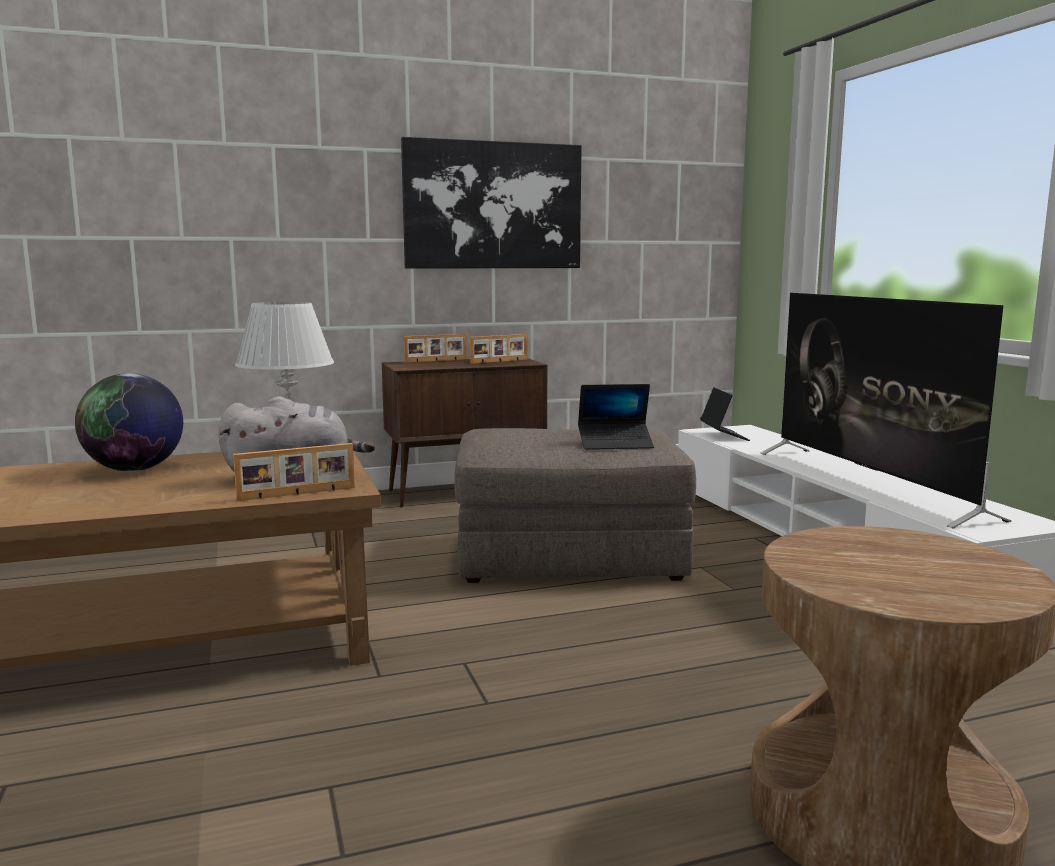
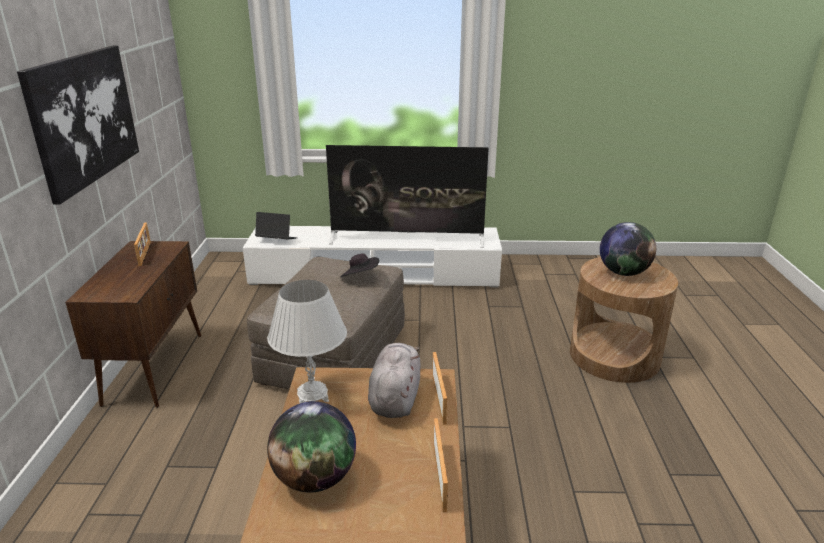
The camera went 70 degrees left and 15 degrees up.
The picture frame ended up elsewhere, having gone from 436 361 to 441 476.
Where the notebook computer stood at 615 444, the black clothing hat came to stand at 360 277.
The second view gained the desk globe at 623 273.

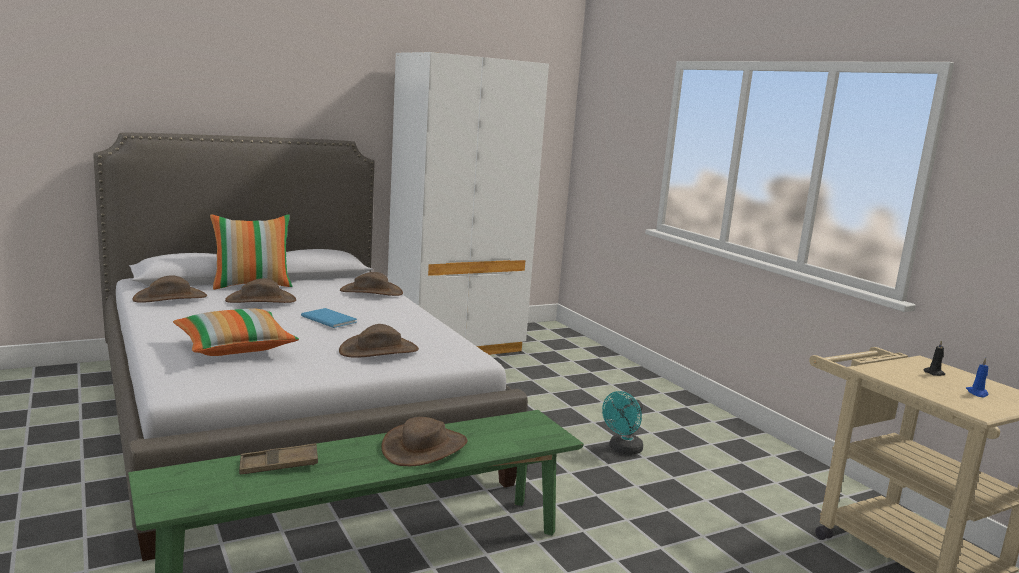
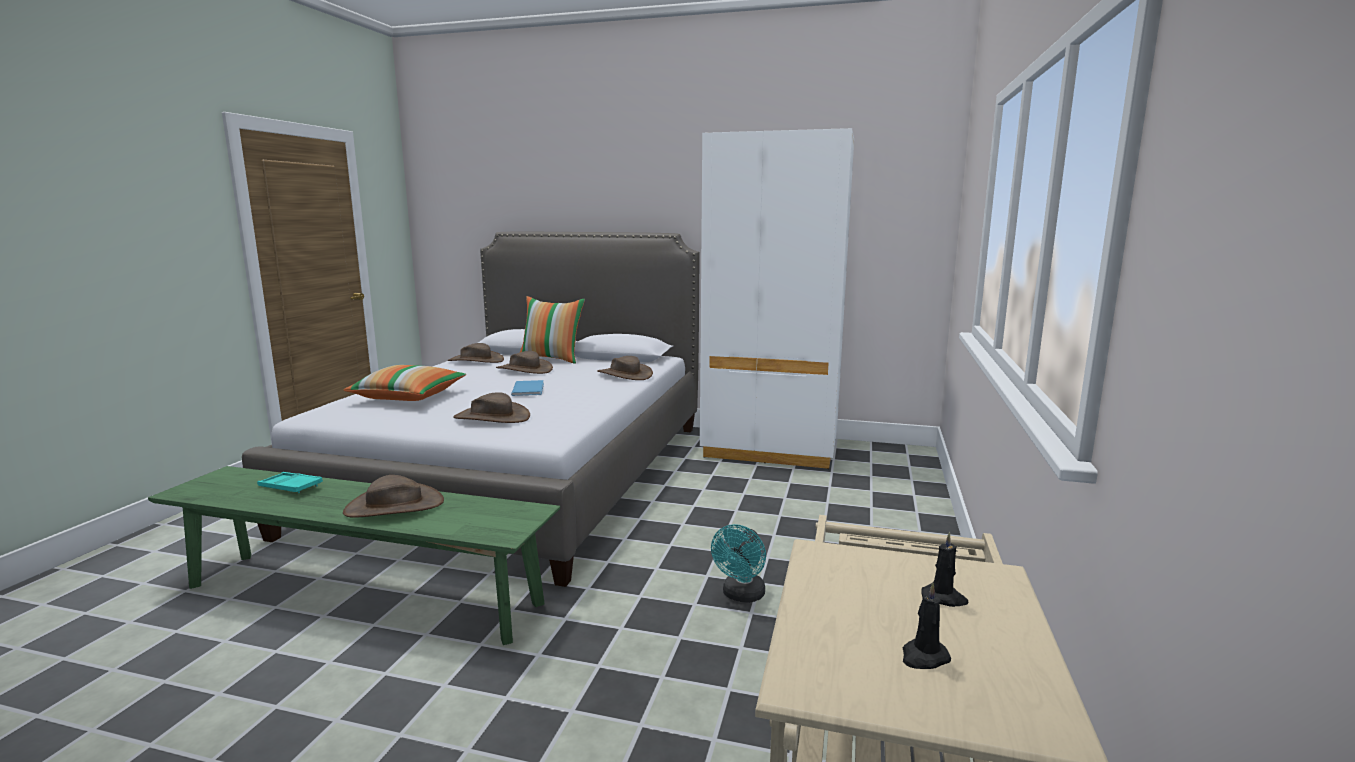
The camera went 45 degrees right and 0 degrees up.
What was the blue-coloured candle at 977 393 turned into the black candle at 924 657.
The blue-green fan at 622 450 ended up facing another way, 60 degrees counterclockwise from before.
What was the brownish tray at 279 465 turned into the blue-green tray at 290 487.

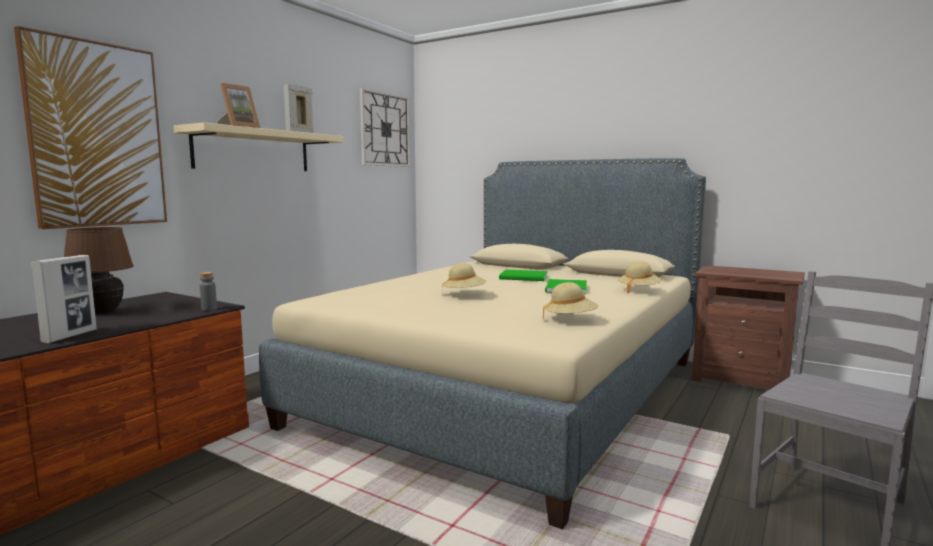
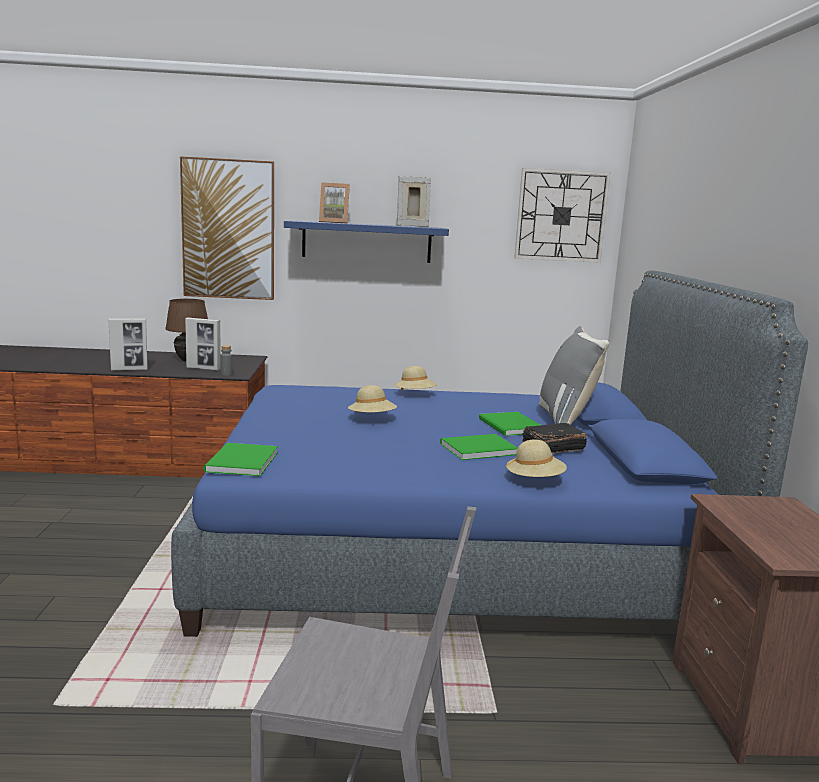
The camera went 55 degrees right and 5 degrees up.
What was the beige-coloured bracket shelf at 253 151 turned into the blue-coloured bracket shelf at 367 242.
What was the beige-coloured sleeping bed at 510 391 turned into the blue-coloured sleeping bed at 451 551.
The beige-coloured clothing hat ended up elsewhere, having gone from 569 319 to 415 395.
The second view gained the picture frame at 203 368.
The second view gained the grey cushion at 567 421.
The second view gained the black bound book at 552 449.
The second view gained the greenish bound book at 239 462.

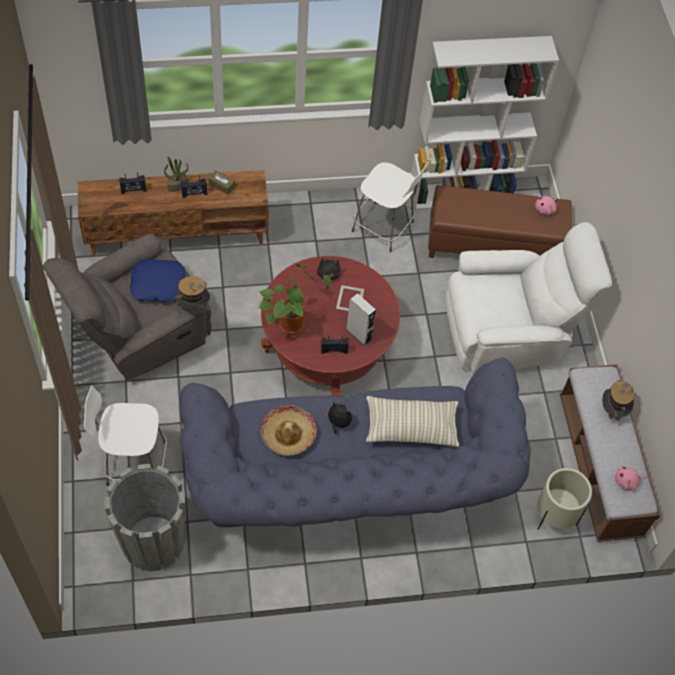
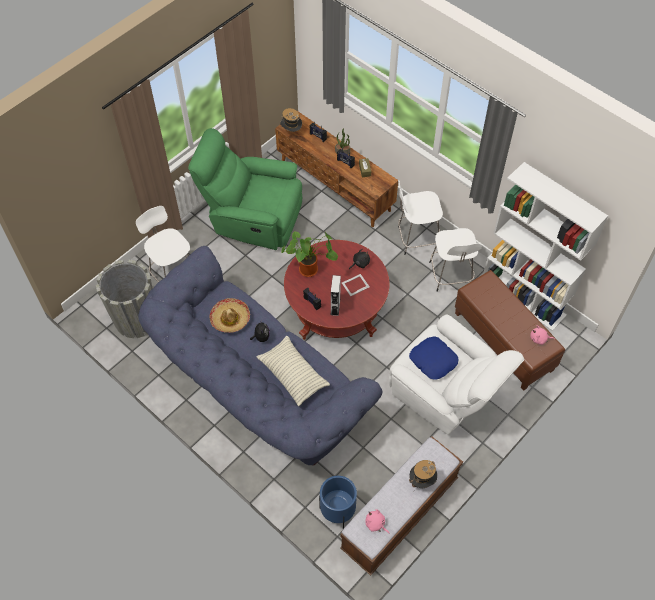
The camera went 55 degrees right and 0 degrees up.
What was the grey easy chair at 138 335 turned into the greenish easy chair at 253 218.
The blue-coloured cushion ended up elsewhere, having gone from 158 285 to 433 360.
The clothing hat ended up elsewhere, having gone from 193 306 to 291 131.
What was the beige-coloured planter at 554 517 turned into the blue-coloured planter at 337 512.
The second view gained the white-coloured sitting stool at 416 238.

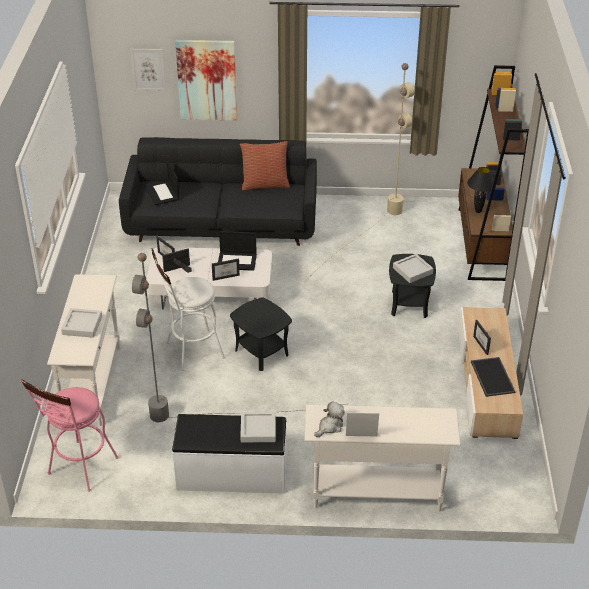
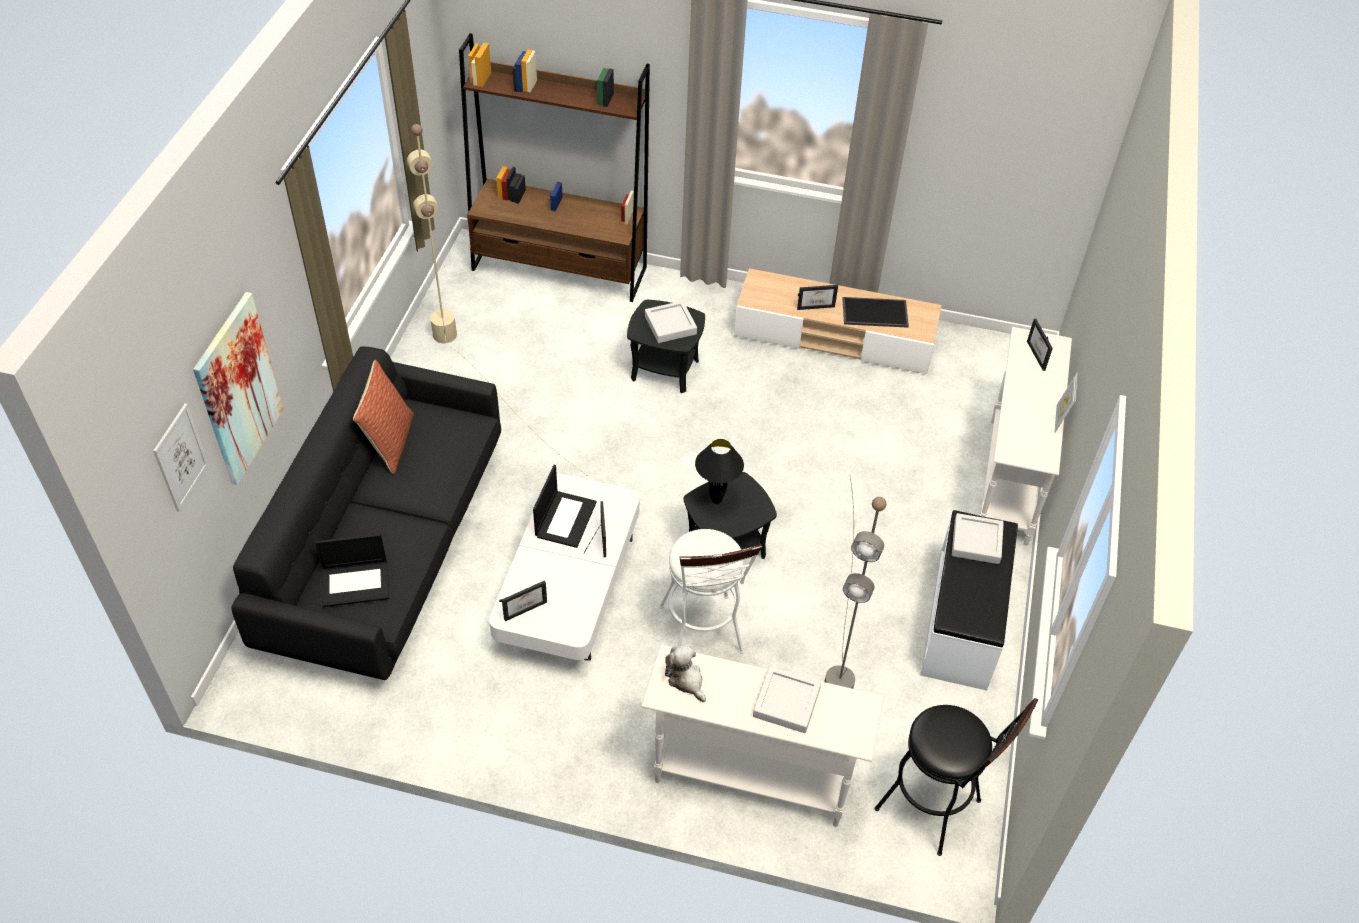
The camera went 80 degrees left and 10 degrees up.
The black tabletop lamp ended up elsewhere, having gone from 478 211 to 716 500.
The picture frame ended up elsewhere, having gone from 177 270 to 1040 356.
What was the pink-coloured sitting stool at 79 469 turned into the black sitting stool at 936 810.
The plush toy ended up elsewhere, having gone from 330 426 to 686 679.

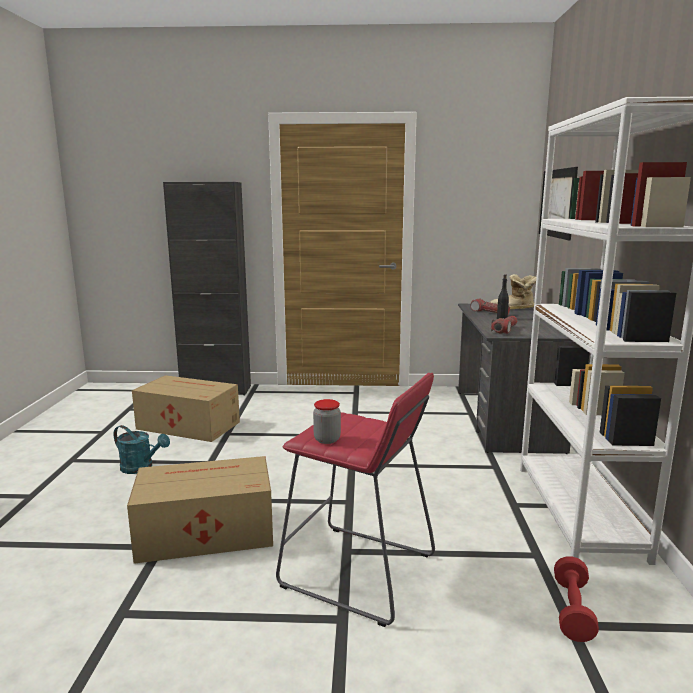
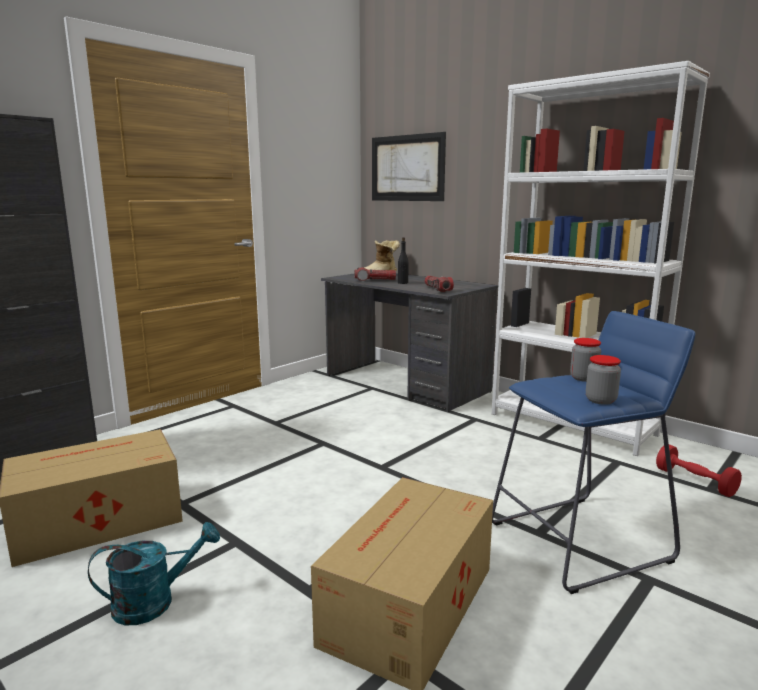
The camera went 50 degrees left and 0 degrees up.
What was the red-coloured sitting stool at 358 571 turned into the blue-coloured sitting stool at 579 541.
The second view gained the storage jar at 583 378.

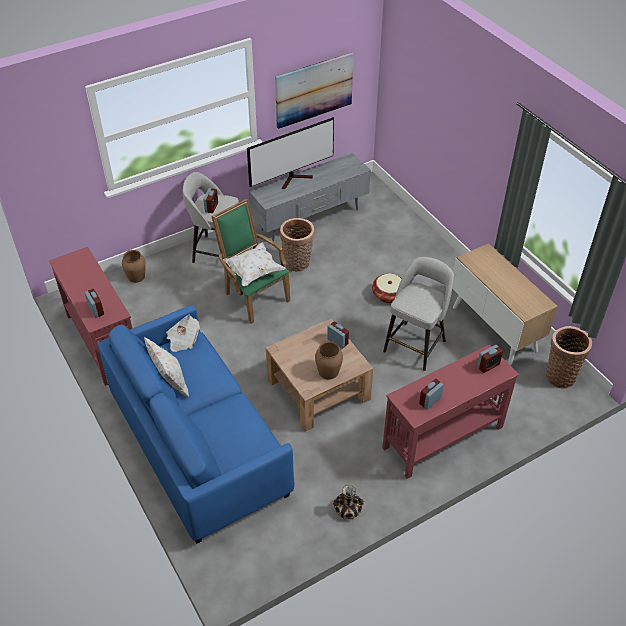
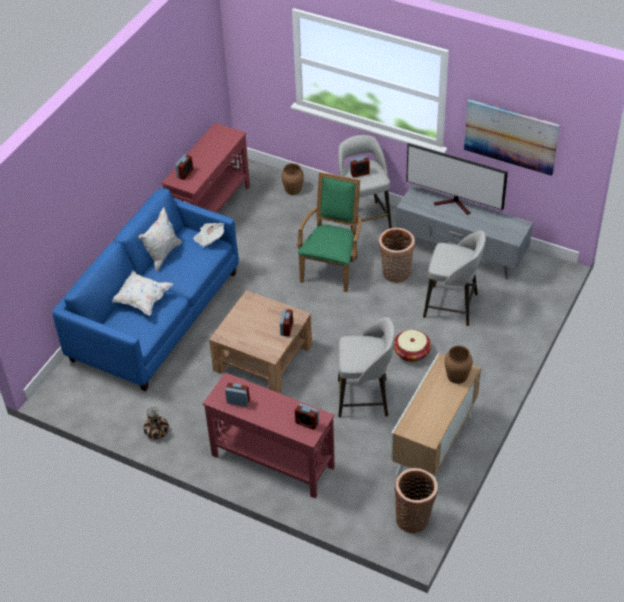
The camera went 60 degrees right and 0 degrees up.
The white-coloured cushion ended up elsewhere, having gone from 253 272 to 141 300.
The brownish vase ended up elsewhere, having gone from 328 371 to 457 375.
The second view gained the grey sitting stool at 452 306.

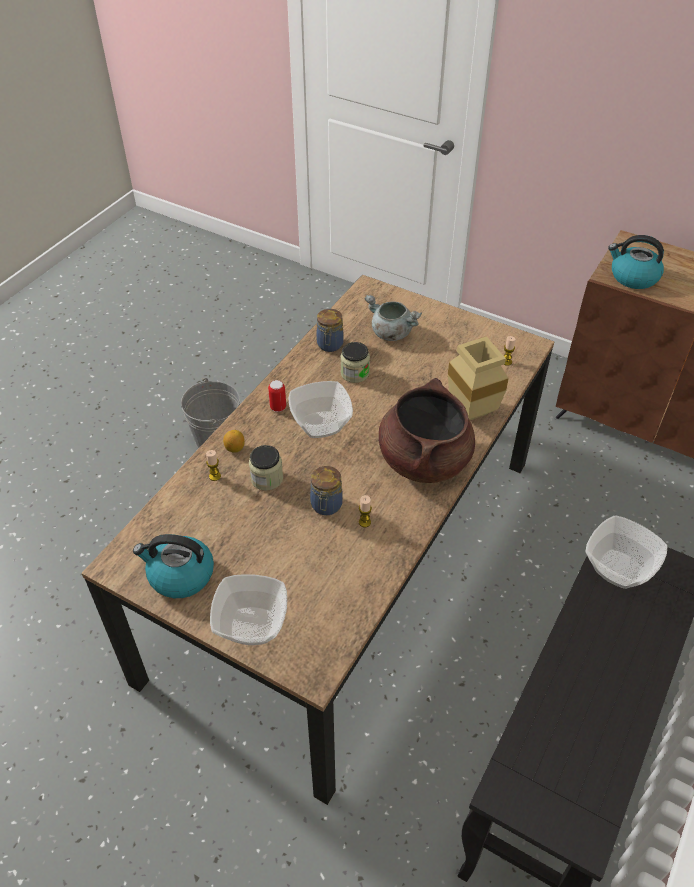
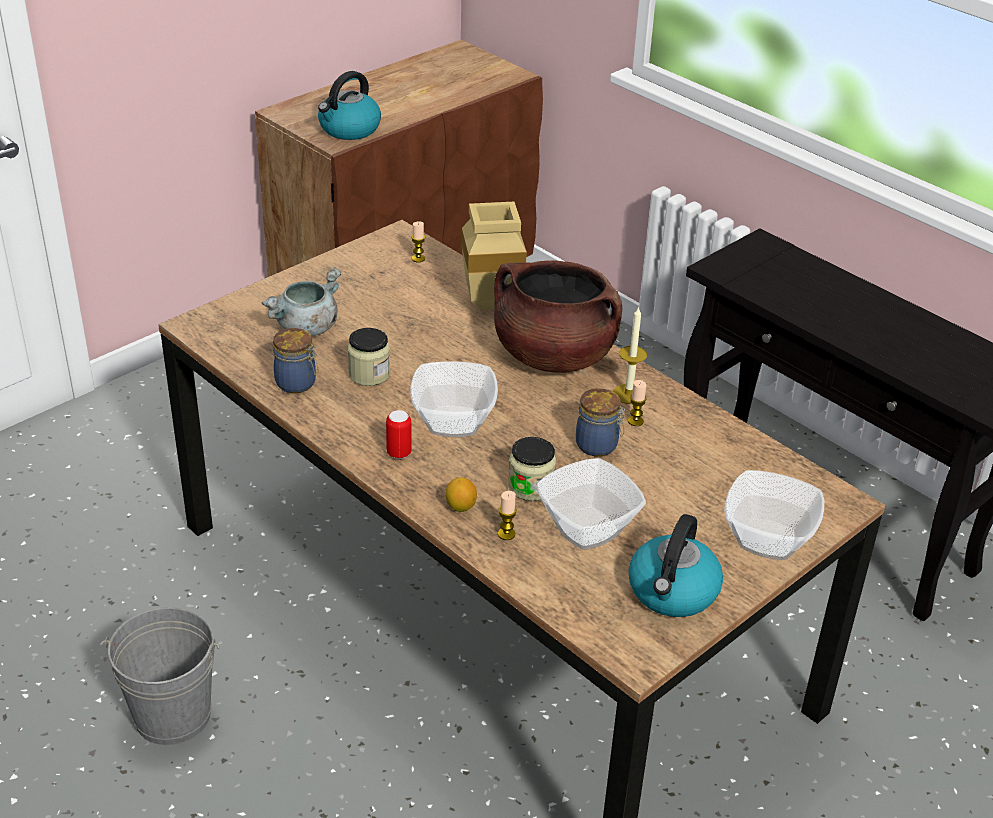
The camera went 75 degrees left and 10 degrees down.
The deep dish ended up elsewhere, having gone from 617 568 to 585 528.
The second view gained the candle at 628 394.

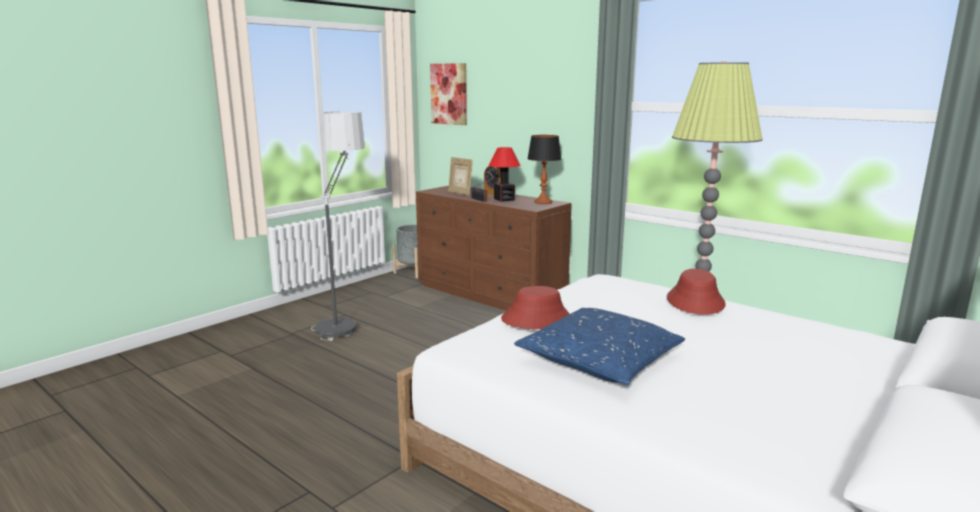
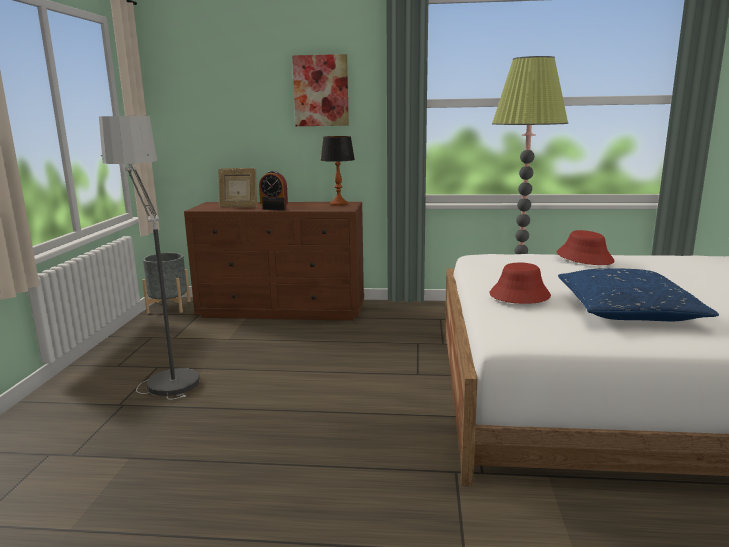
The camera went 35 degrees left and 0 degrees up.
The wall art ended up elsewhere, having gone from 449 94 to 321 91.
The second view lost the tabletop lamp at 504 199.

